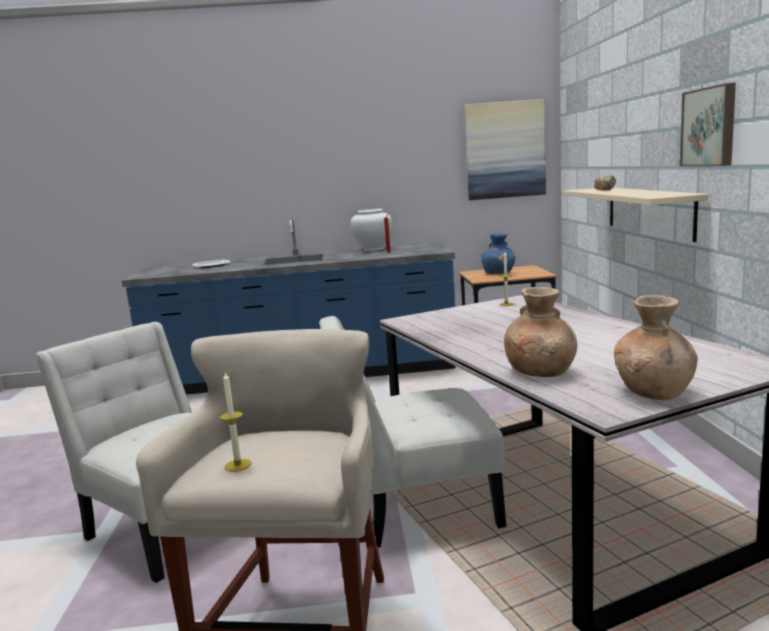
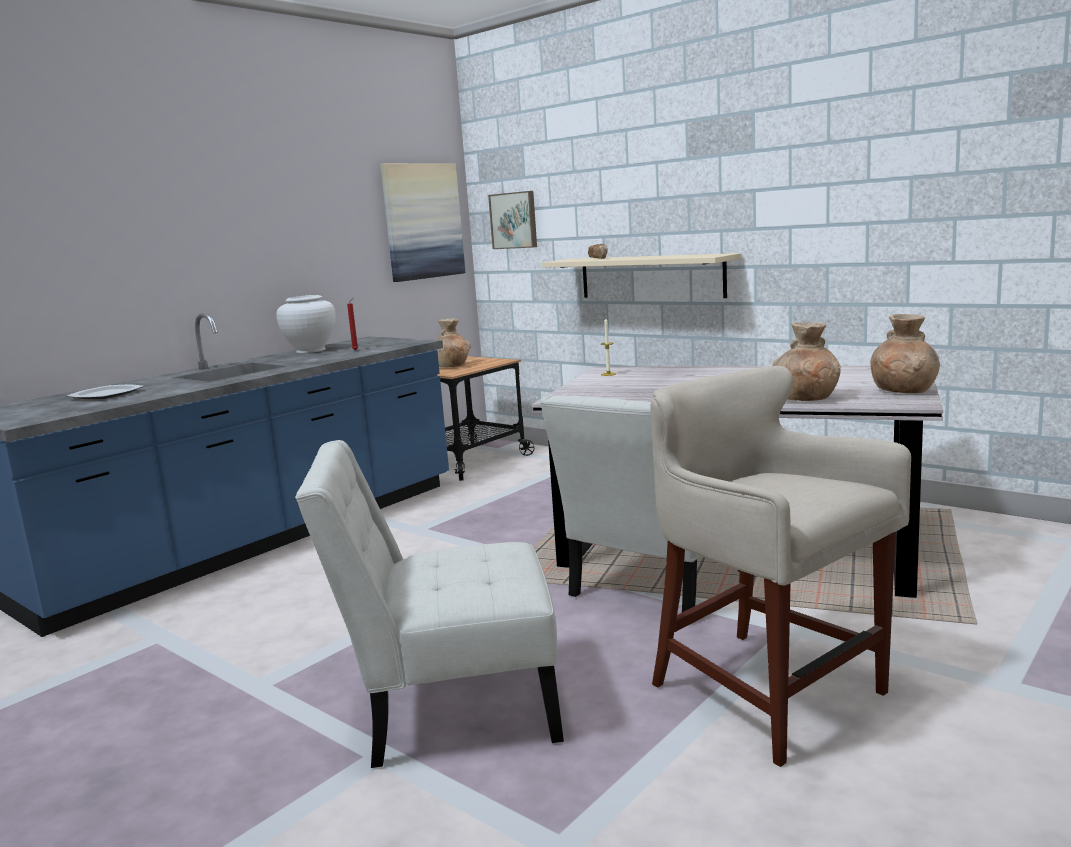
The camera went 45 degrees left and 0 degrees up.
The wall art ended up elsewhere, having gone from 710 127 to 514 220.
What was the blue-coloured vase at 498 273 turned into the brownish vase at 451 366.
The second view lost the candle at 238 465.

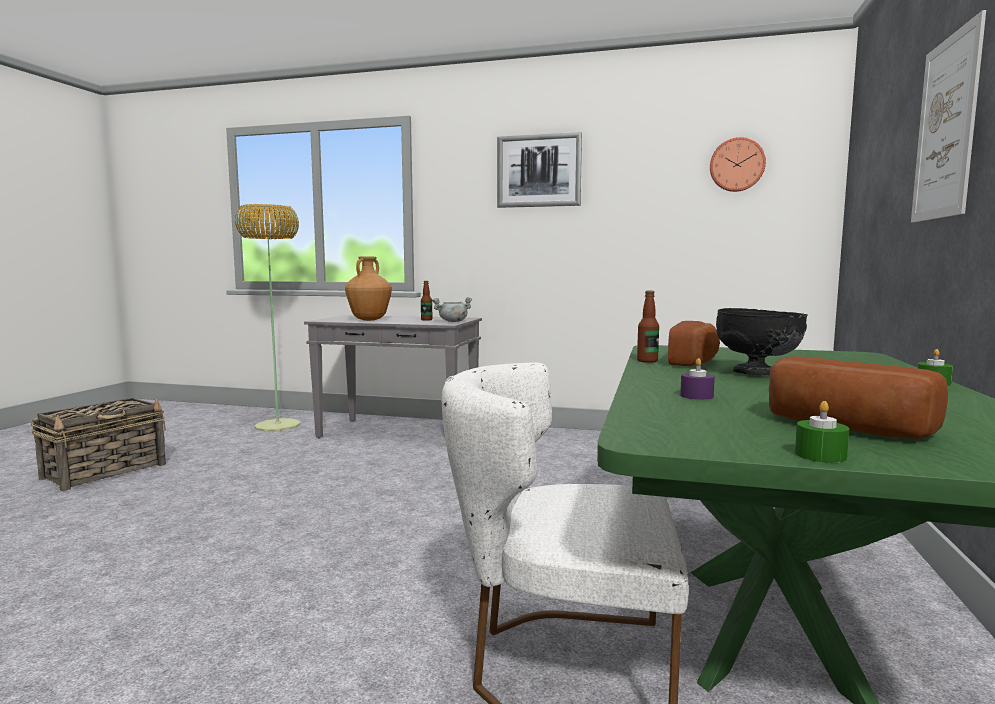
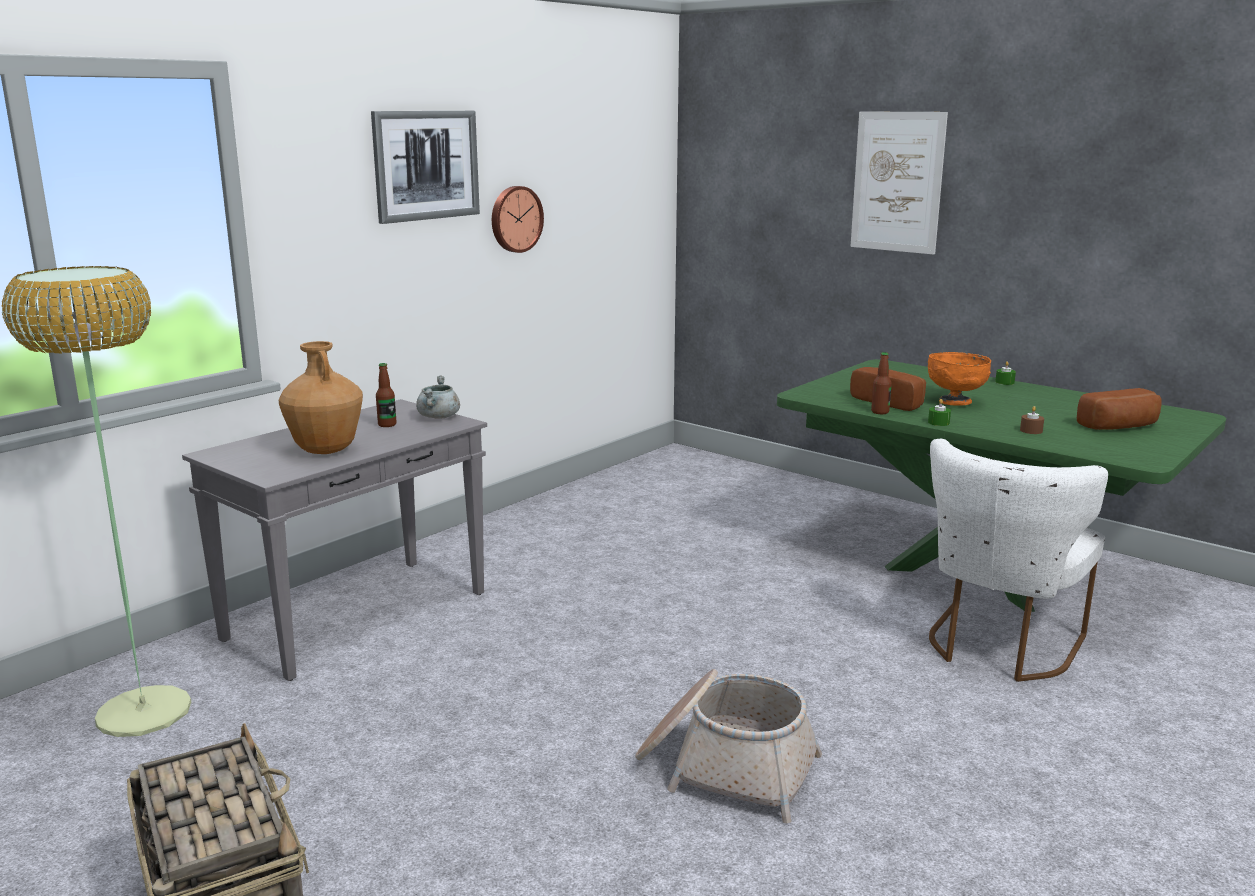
The camera went 65 degrees left and 10 degrees up.
The hanging clock ended up elsewhere, having gone from 736 165 to 515 219.
What was the black deep dish at 756 374 turned into the orange deep dish at 955 402.
What was the purple candle at 696 396 turned into the brownish candle at 1031 430.
The greenish candle ended up elsewhere, having gone from 820 455 to 938 423.
The second view gained the basket at 725 767.

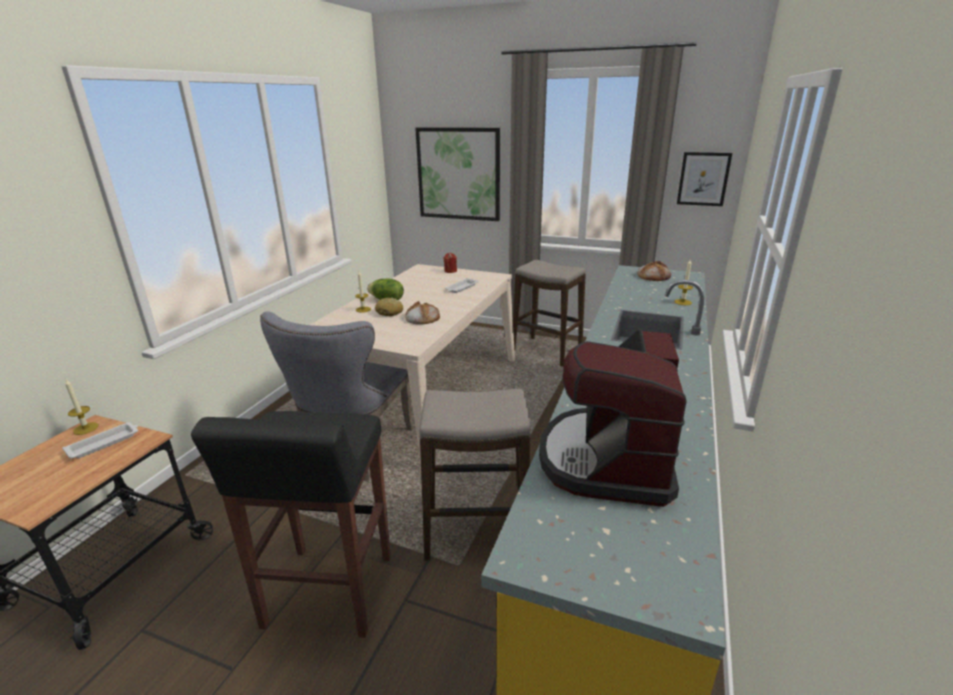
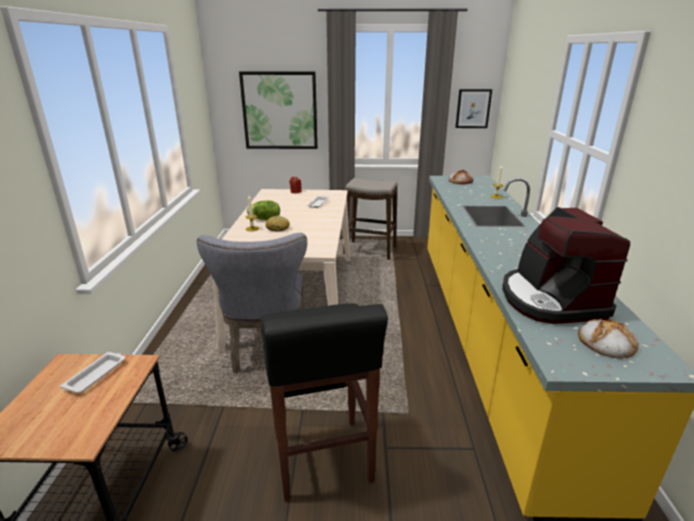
The camera went 20 degrees left and 0 degrees up.
The bread ended up elsewhere, having gone from 422 317 to 606 342.
The second view lost the candle at 86 428.
The second view lost the sitting stool at 477 533.

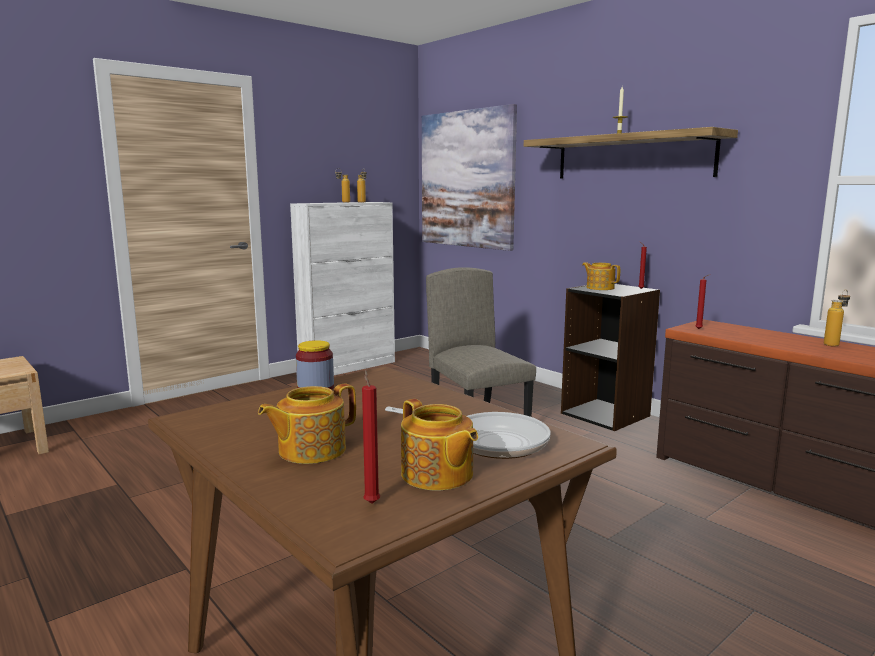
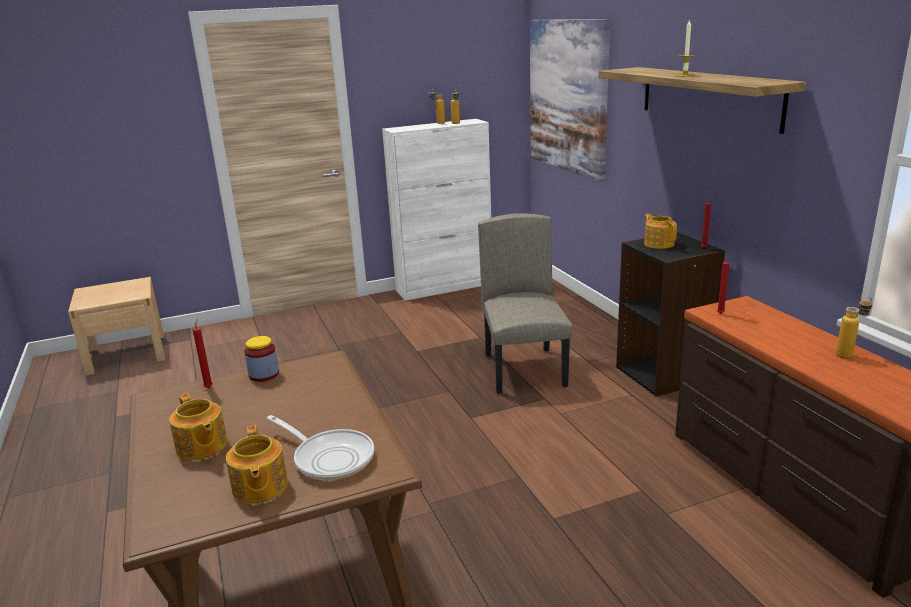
The camera went 20 degrees right and 10 degrees up.
The red-coloured candle ended up elsewhere, having gone from 371 502 to 209 387.
The tea pot at 310 450 ended up facing another way, 105 degrees counterclockwise from before.

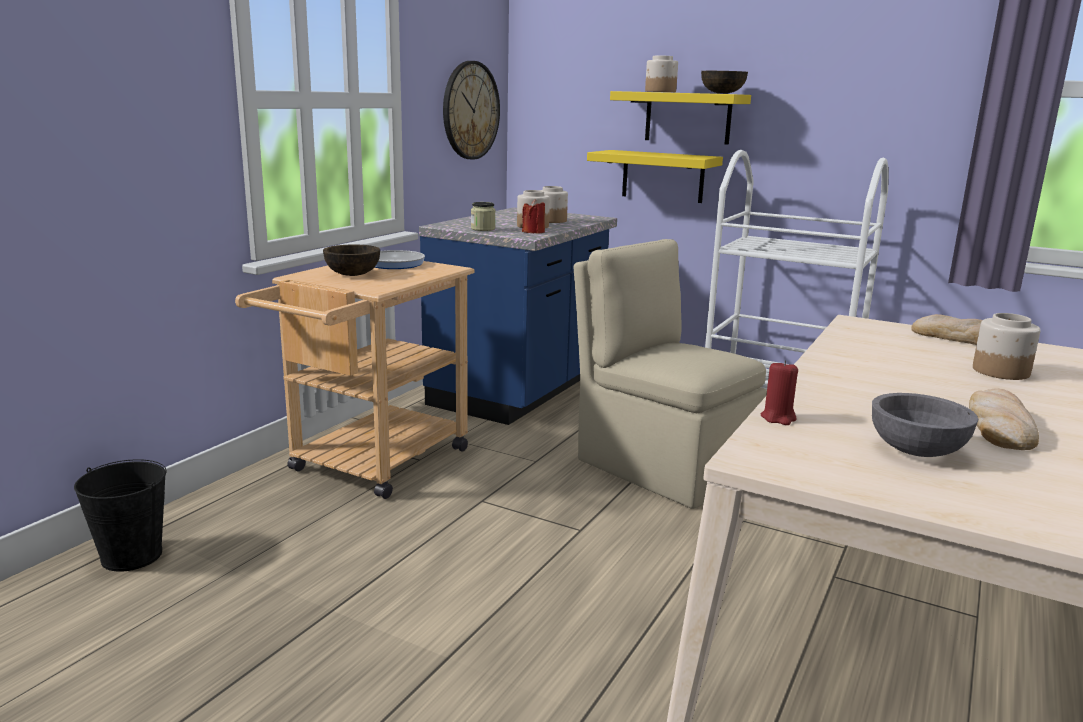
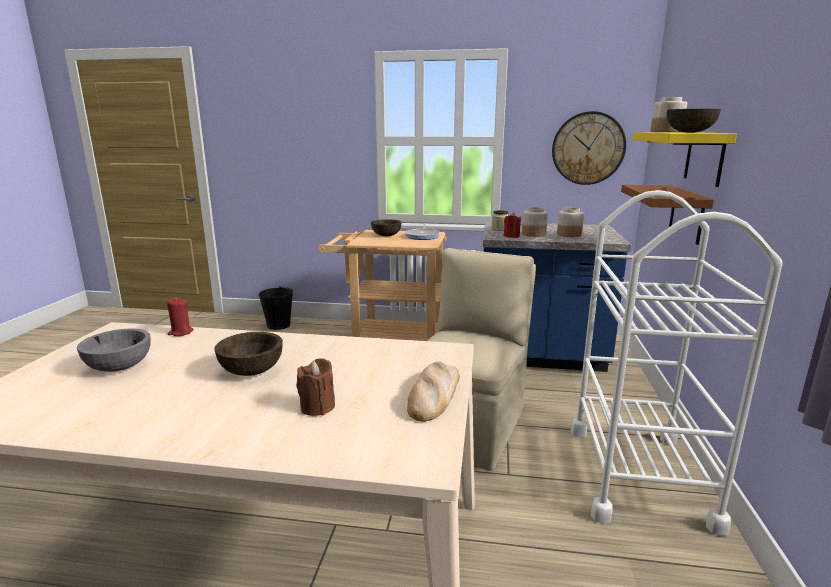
The camera went 70 degrees right and 0 degrees up.
What was the yellow-coloured bracket shelf at 663 176 turned into the brownish bracket shelf at 686 214.
Where the storage jar stood at 1000 371, the brownish candle came to stand at 317 407.
The second view lost the bread at 999 426.
The second view gained the brownish deep dish at 251 370.

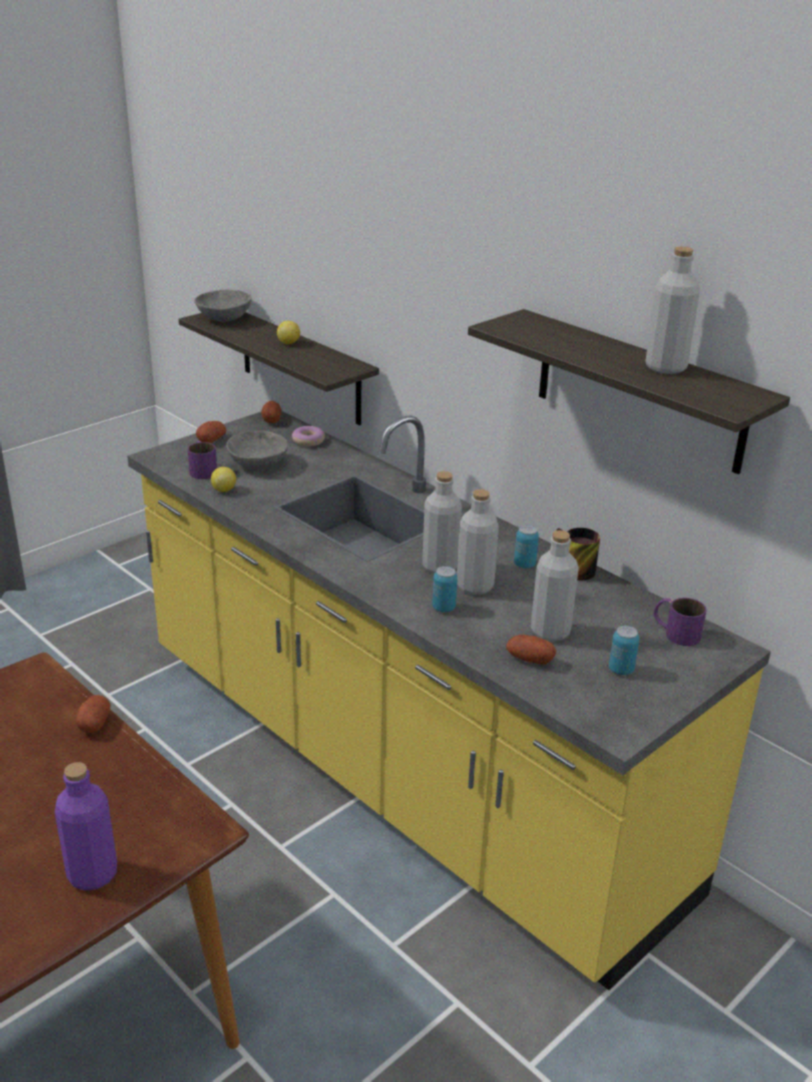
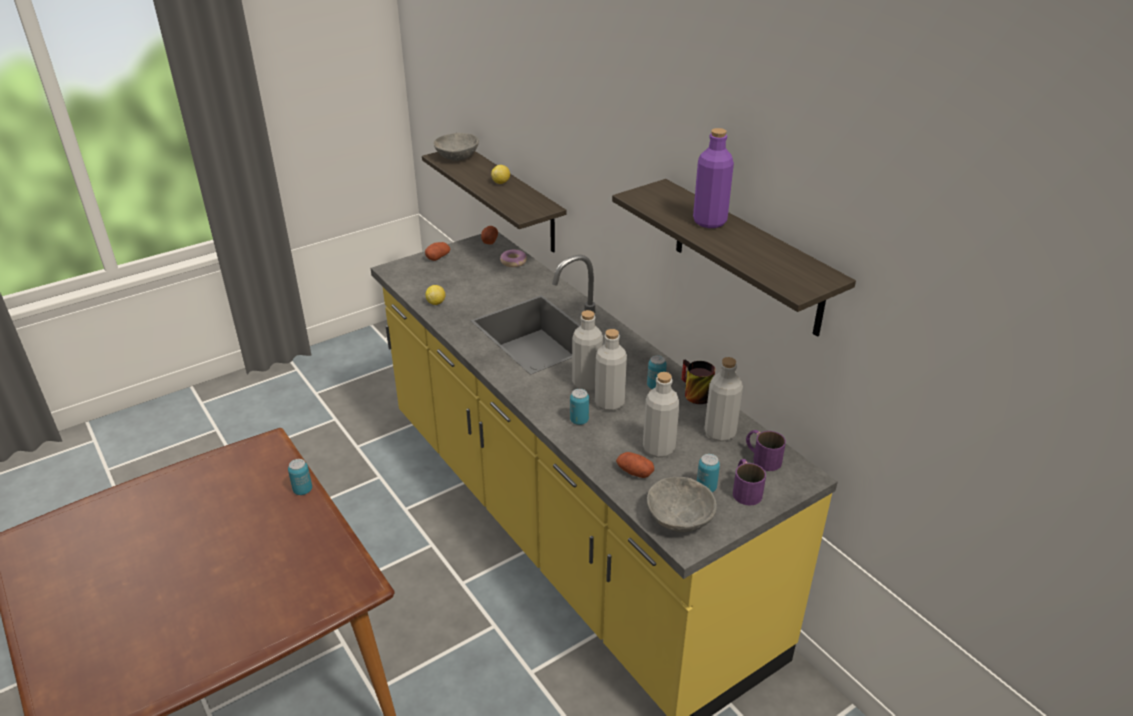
The camera went 10 degrees right and 5 degrees up.
The grey bottle ended up elsewhere, having gone from 665 367 to 720 433.
The grey deep dish ended up elsewhere, having gone from 257 463 to 679 518.
The purple mug ended up elsewhere, having gone from 202 469 to 745 489.
Where the potato stood at 94 723, the can came to stand at 303 490.
The purple bottle ended up elsewhere, having gone from 92 874 to 709 221.

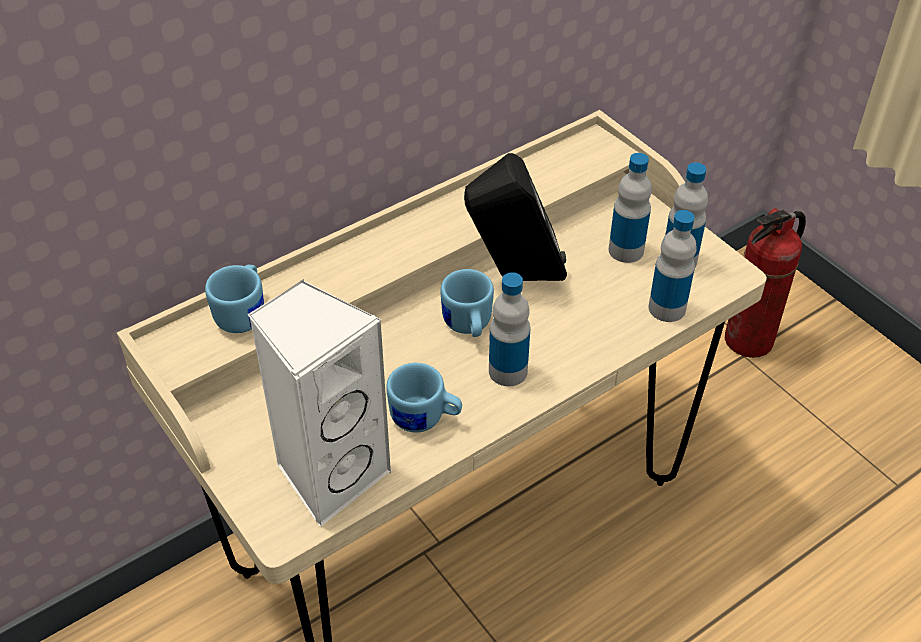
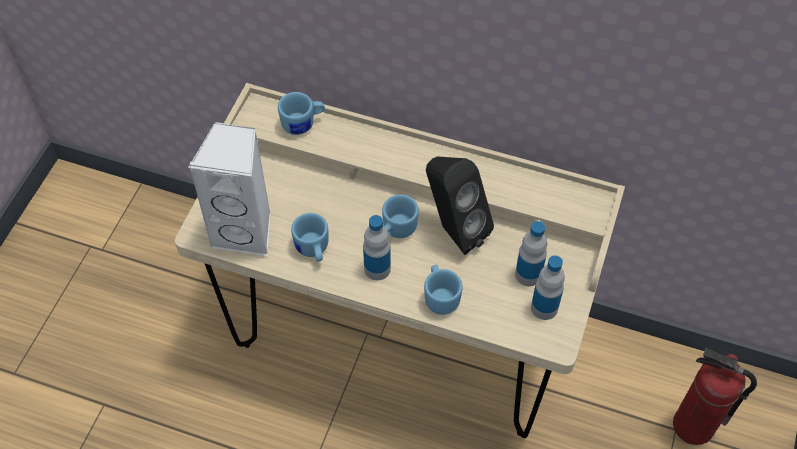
The camera went 55 degrees right and 10 degrees up.
The second view lost the bottle at 667 308.
The second view gained the blue-coloured mug at 441 296.

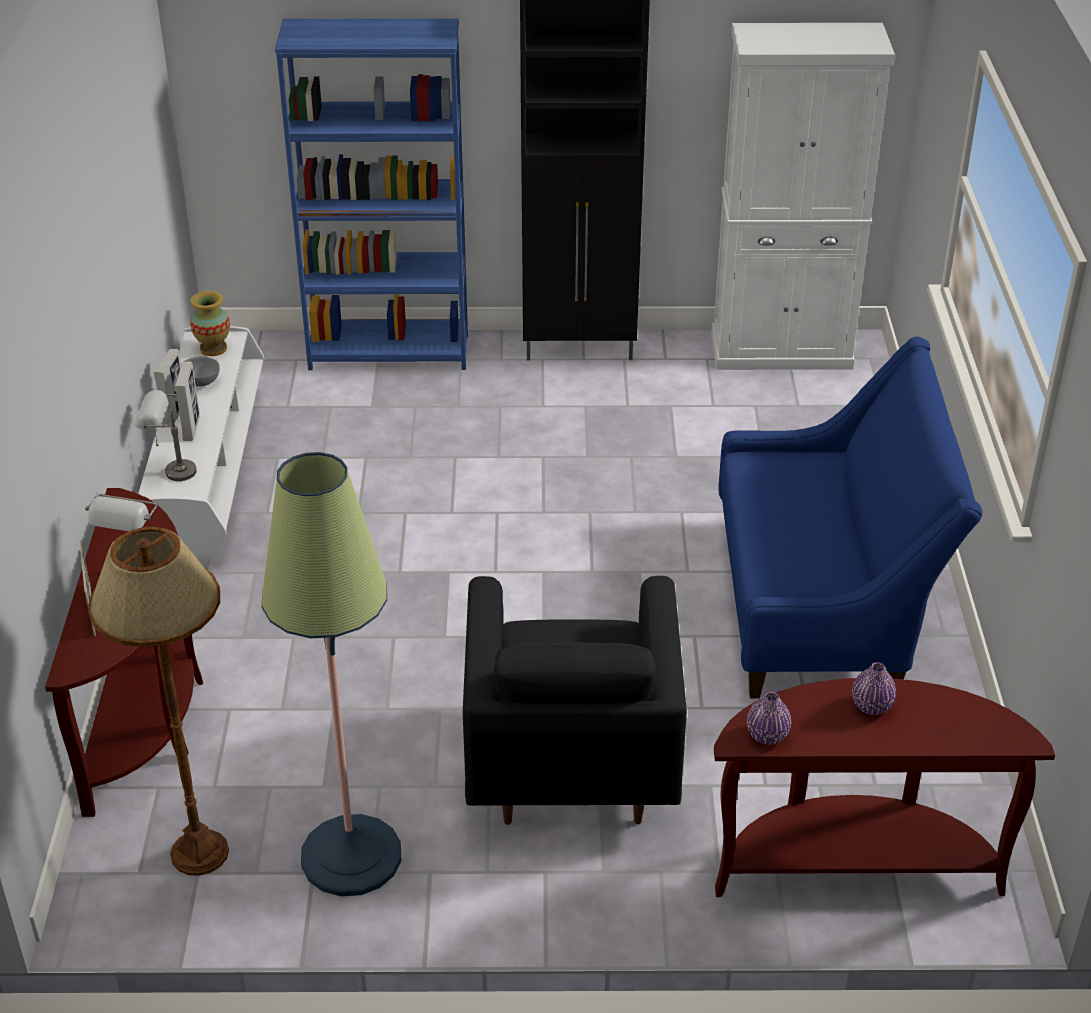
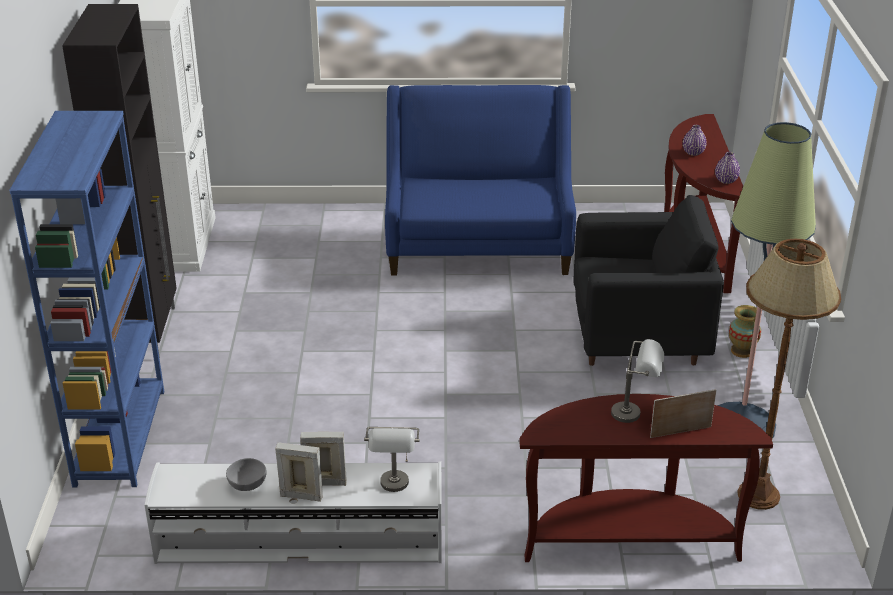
The camera went 90 degrees left and 5 degrees down.
The vase ended up elsewhere, having gone from 213 349 to 742 351.

